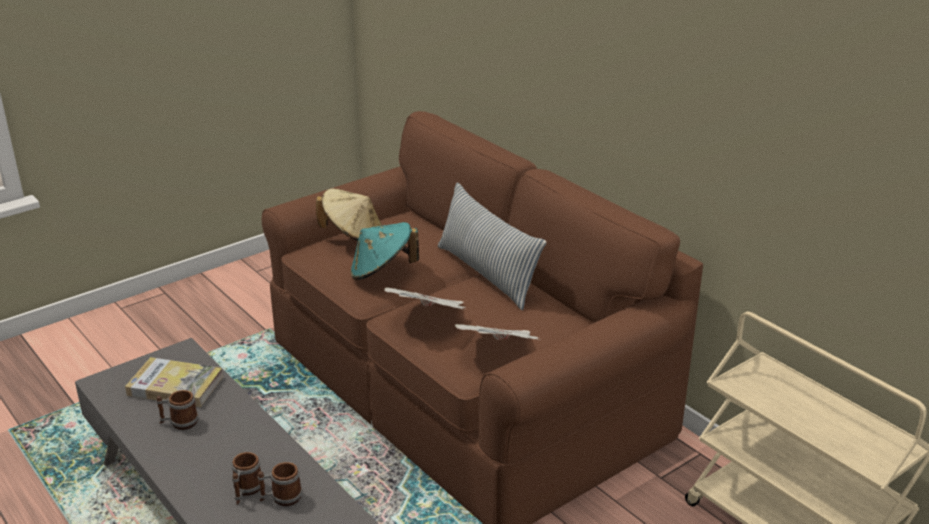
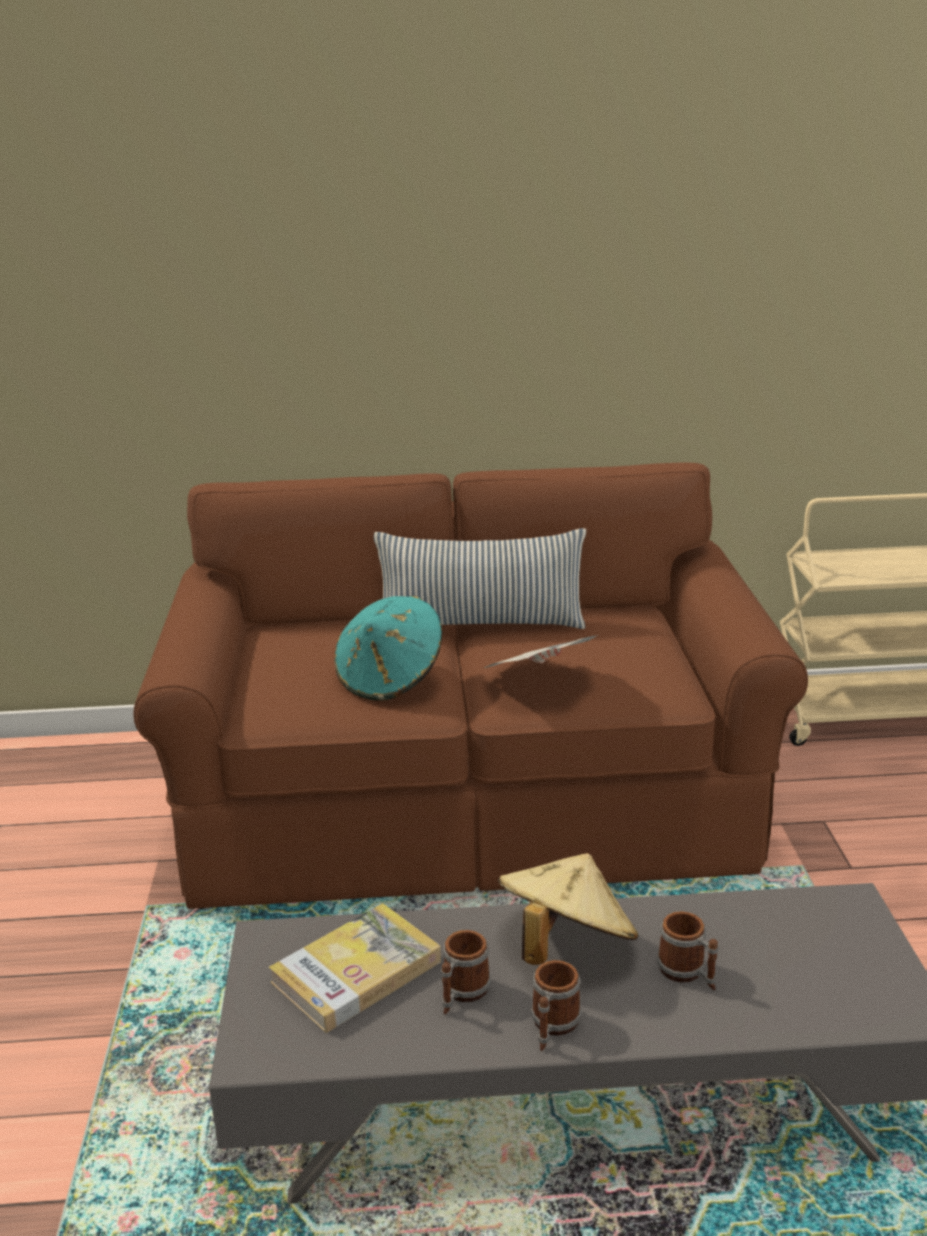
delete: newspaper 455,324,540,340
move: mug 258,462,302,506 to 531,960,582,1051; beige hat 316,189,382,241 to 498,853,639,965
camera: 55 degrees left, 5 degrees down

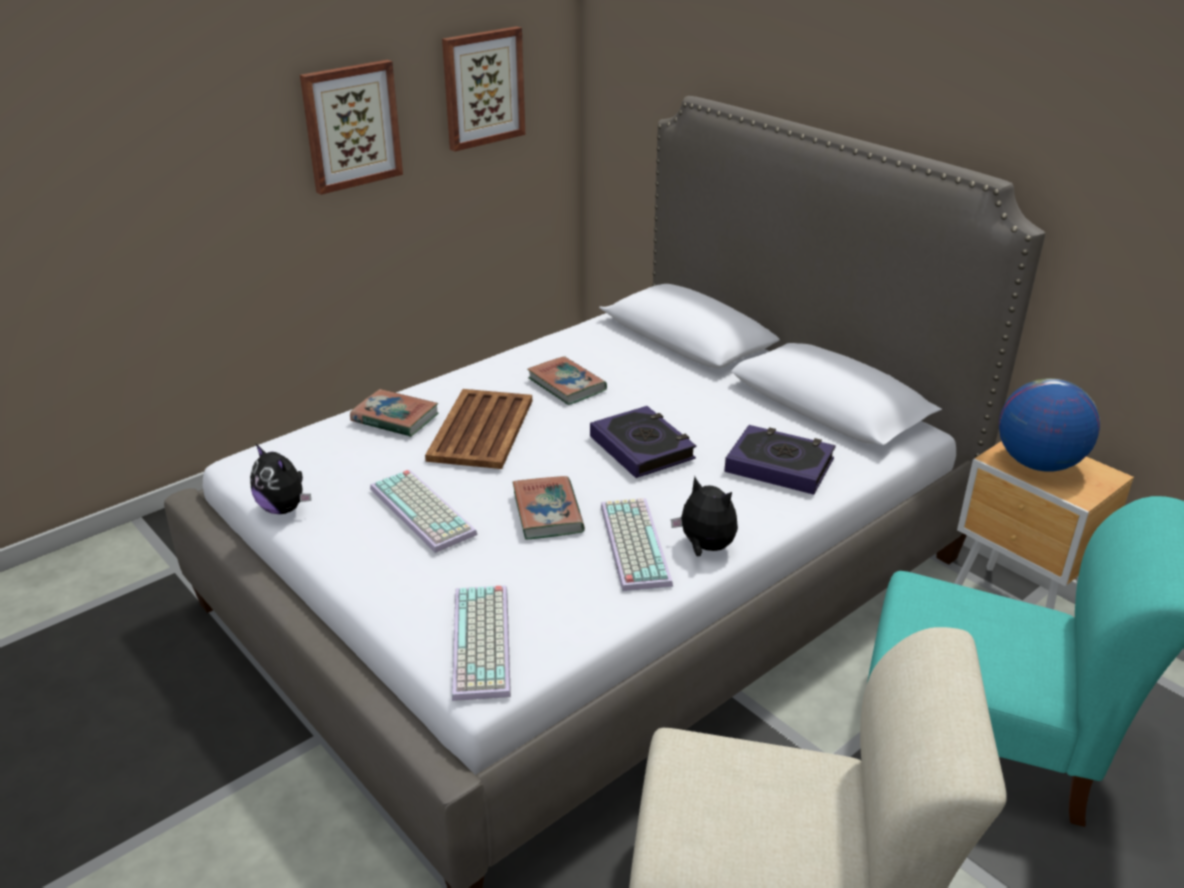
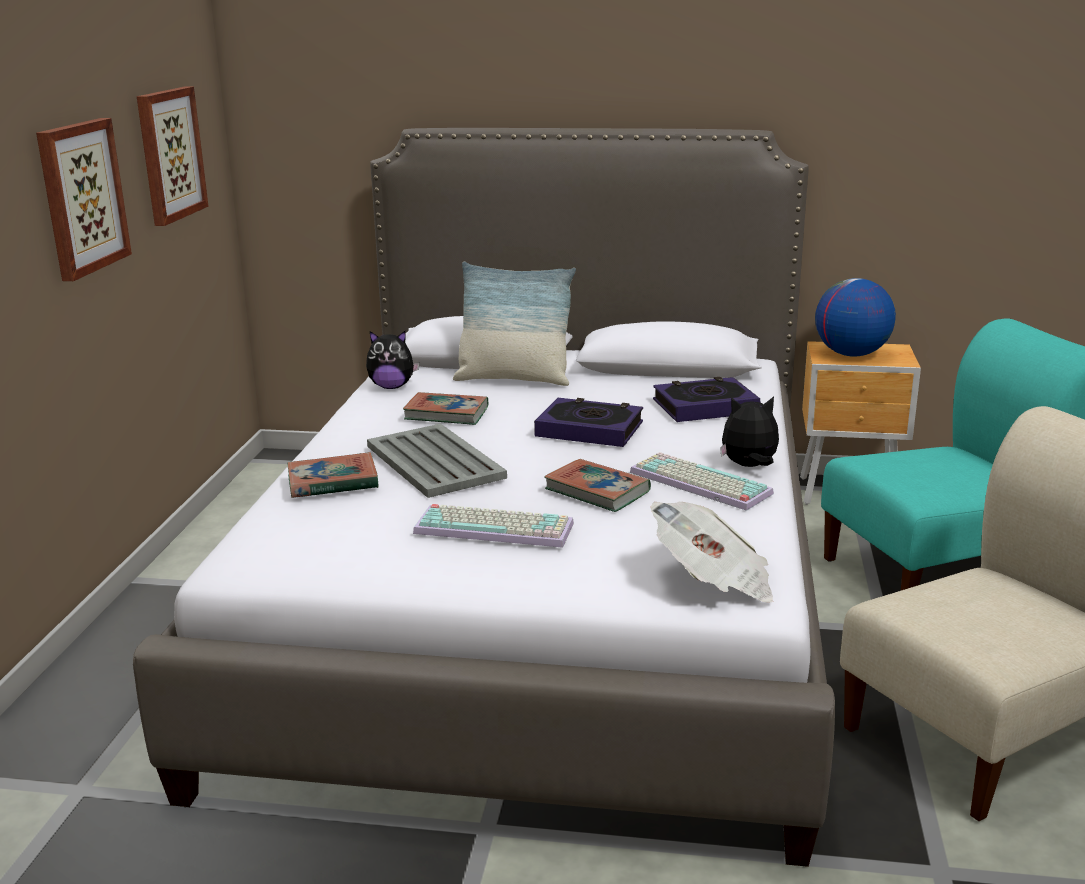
insert: pillow 453,262,576,386
move: plush toy 250,444,311,514 to 366,331,419,389
replace: keyboard 452,585,511,701 to newspaper 650,502,773,603
recolor: brown tray 425,389,532,469 to grey tray 367,424,507,498
camera: 40 degrees left, 10 degrees down

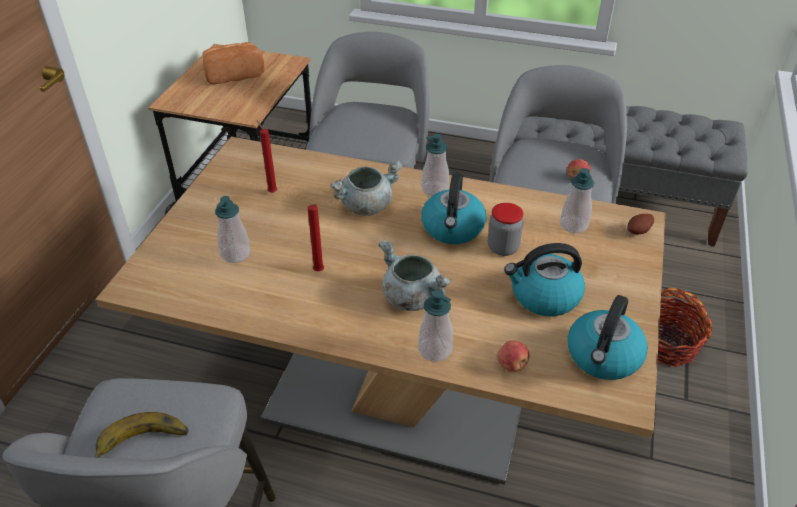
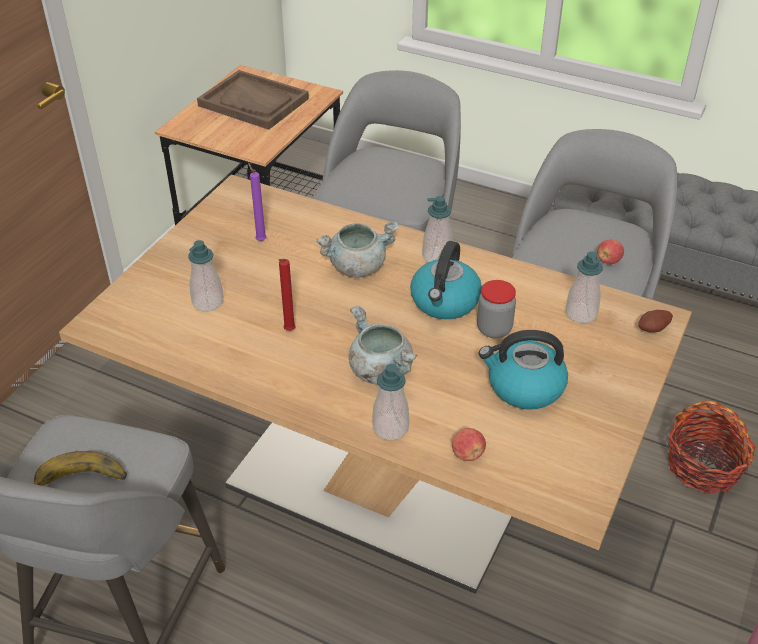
delete: kettle 567,295,648,380
replace: bread 202,42,264,84 to brown tray 197,70,309,130
recolor: red candle 257,120,277,193 to purple candle 248,163,266,241
camera: 10 degrees right, 0 degrees up

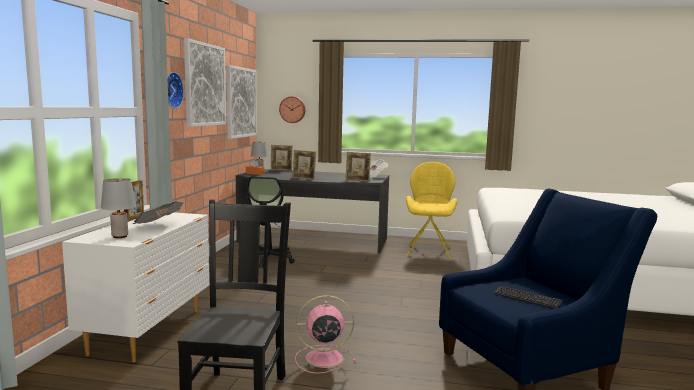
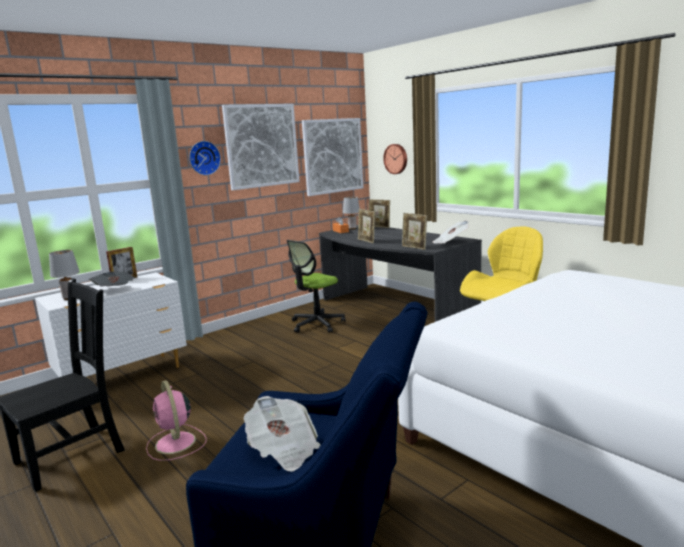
replace: keyboard 493,286,562,309 to newspaper 244,396,321,471
rotate: pink fan 295,295,356,374 = 146,380,207,461 150 degrees counterclockwise
camera: 40 degrees right, 5 degrees up

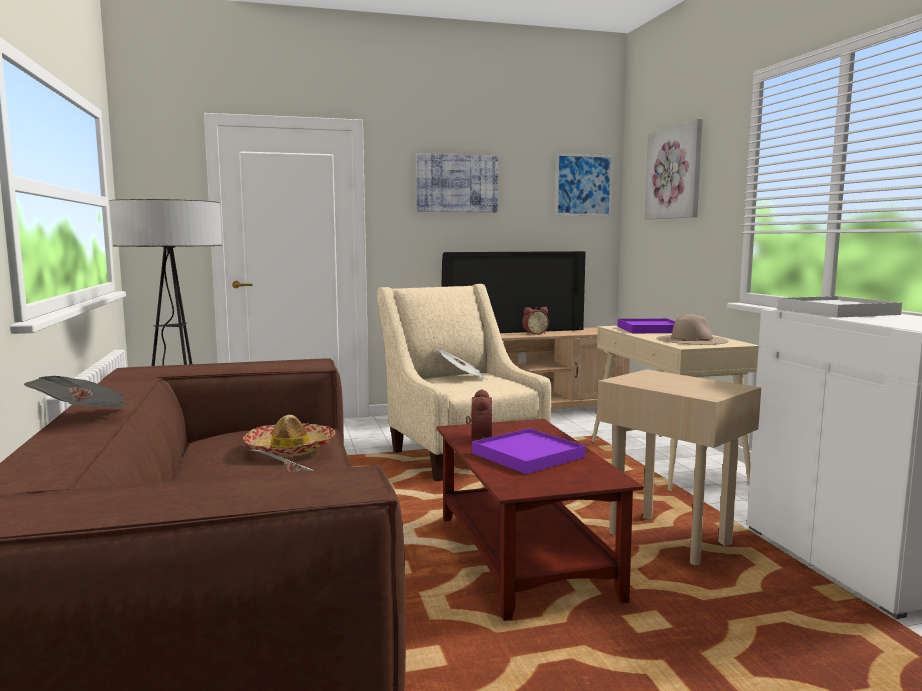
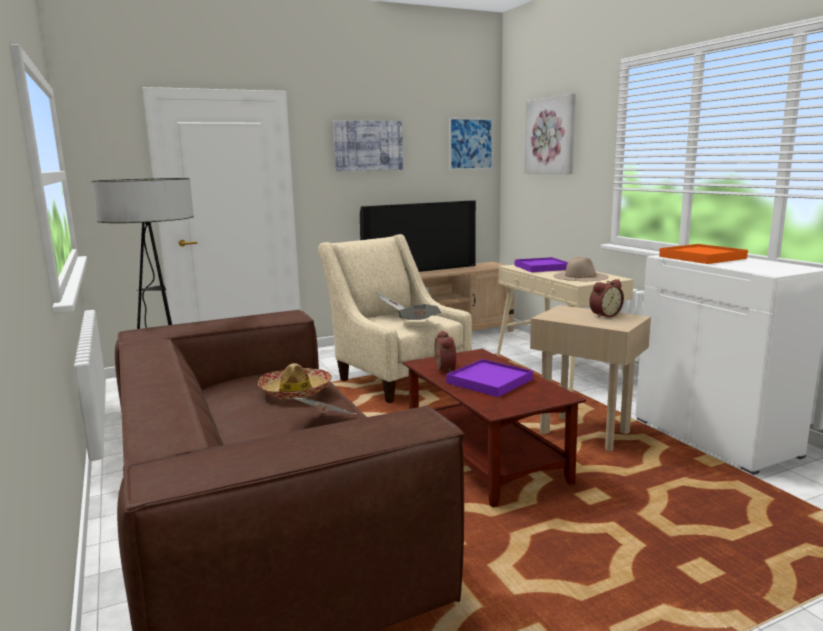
move: newspaper 24,376,127,408 to 397,304,441,320; alarm clock 522,307,549,335 to 589,279,624,318
recolor: white tray 778,296,902,318 to orange tray 659,244,748,264
camera: 10 degrees left, 5 degrees up

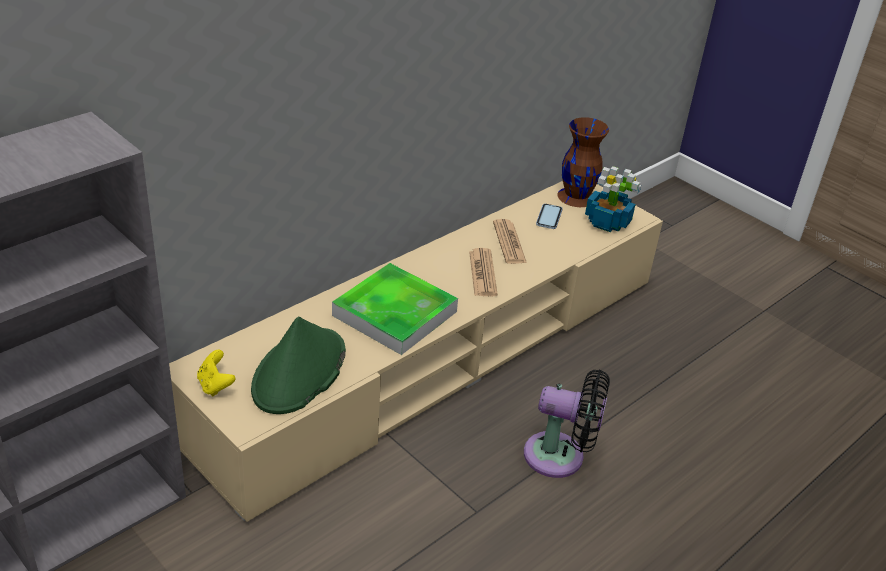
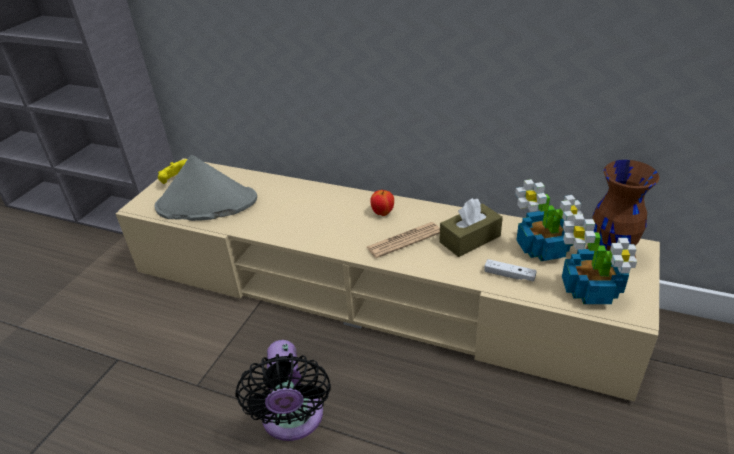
delete: tray 332,263,458,355
insert: apple 370,190,394,216; white game controller 485,259,537,281
replace: newspaper 493,219,527,264 to brown tissue box 440,198,503,257; phone 536,204,563,229 to potted plant 515,179,584,261
recolor: green hat 251,316,346,414 to grey hat 154,155,257,221
camera: 70 degrees right, 0 degrees up

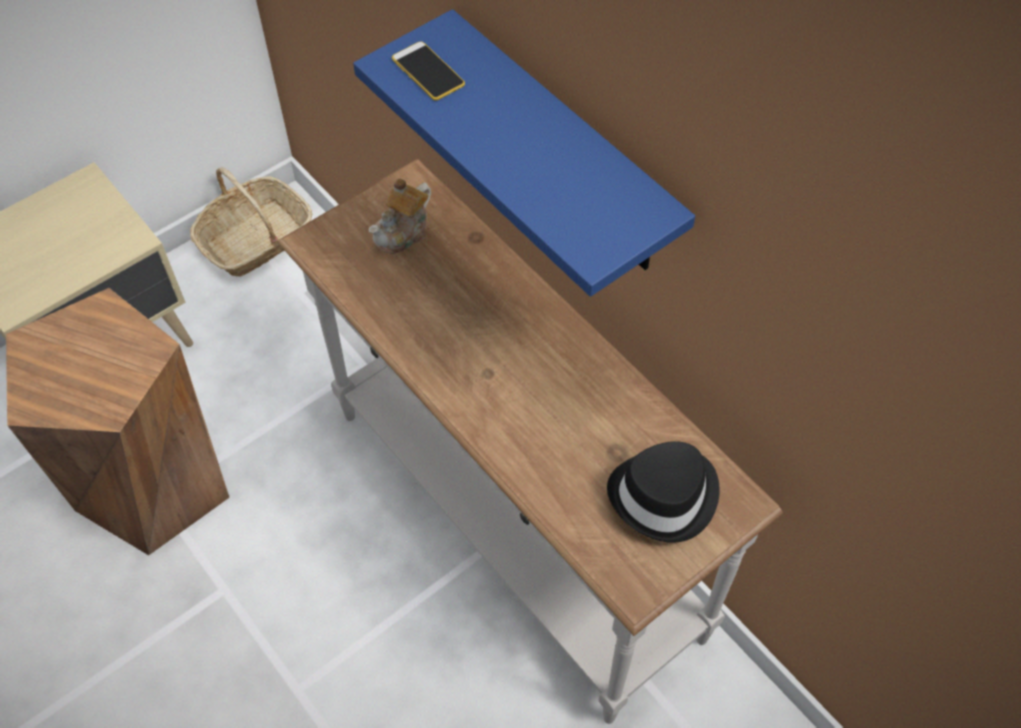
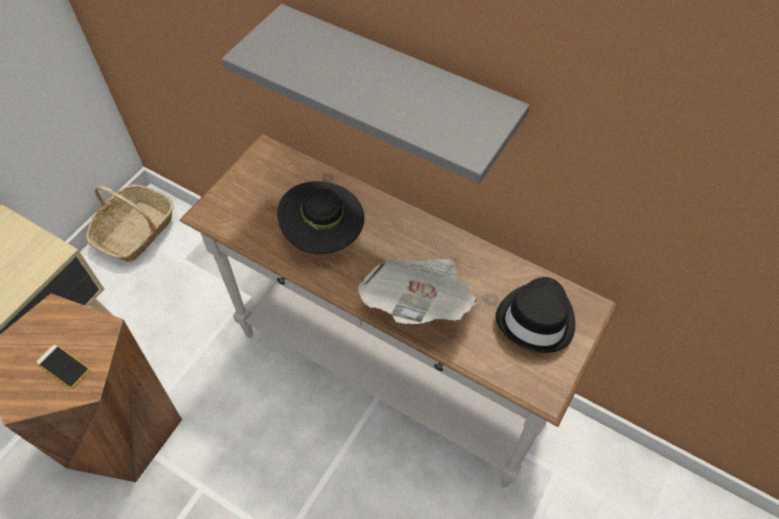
delete: teapot 369,178,431,254
insert: black hat 277,181,364,254; newspaper 358,259,477,324
move: phone 392,41,465,101 to 36,344,90,388
recolor: blue shelf 353,9,695,297 to grey shelf 222,4,530,184
camera: 20 degrees left, 0 degrees up

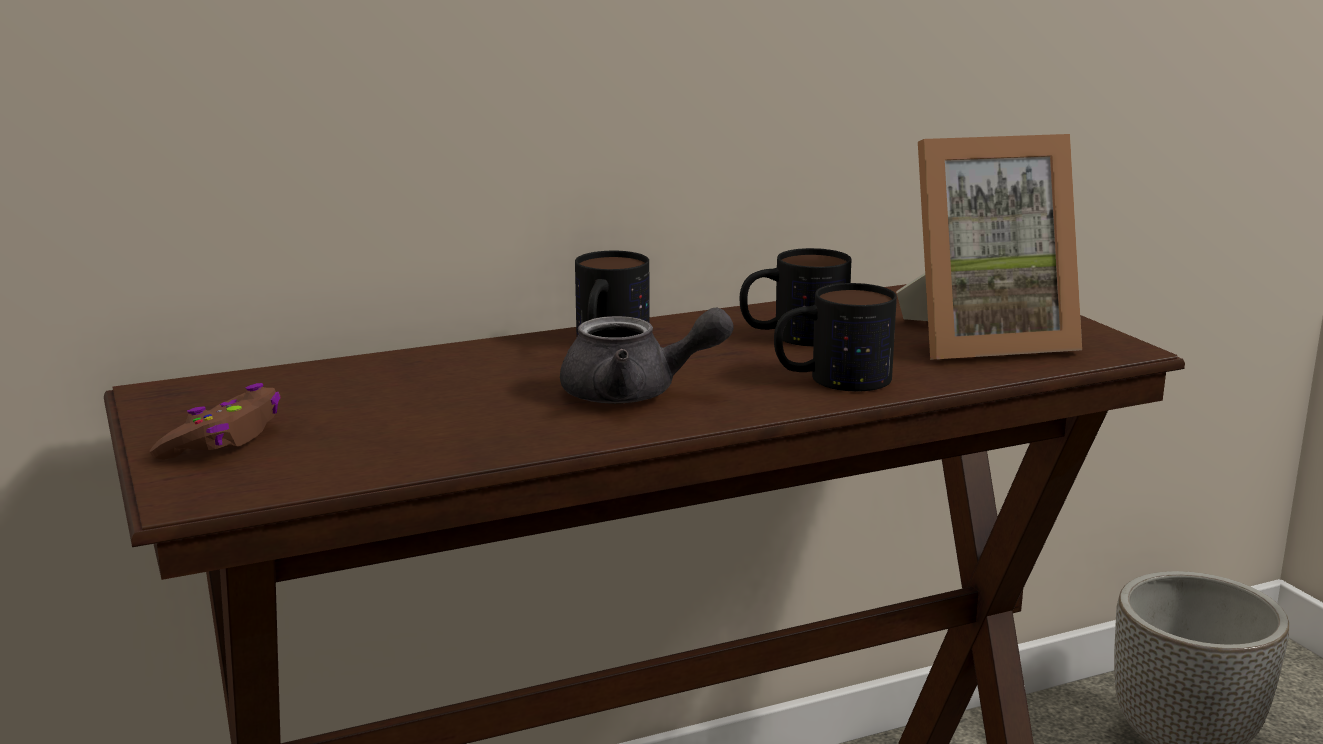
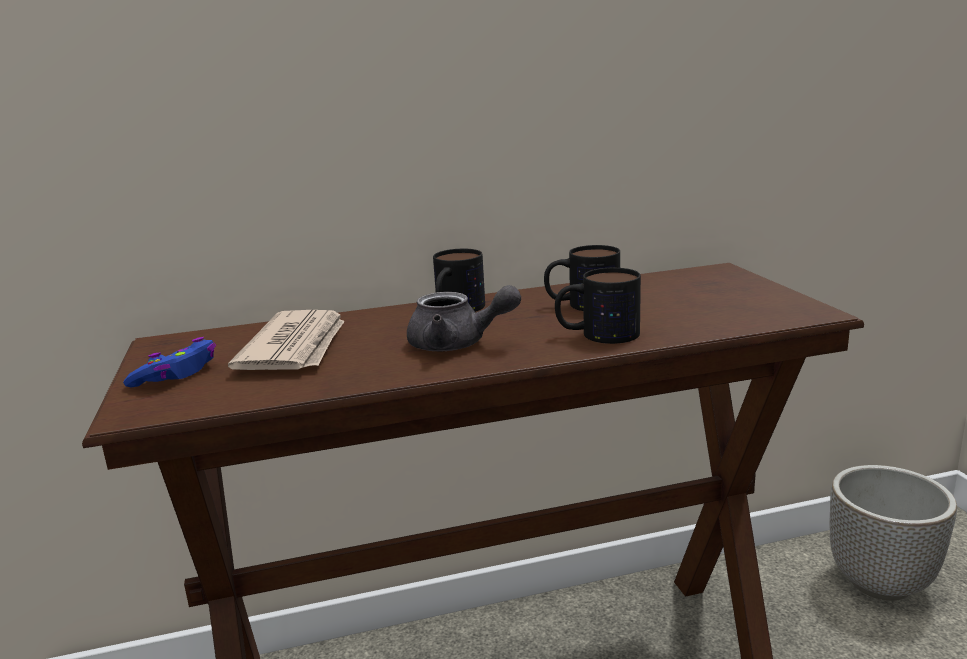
delete: picture frame 896,134,1082,359
insert: newspaper 228,310,345,370
recolor: brown game controller 150,383,281,460 to blue game controller 123,337,216,388
camera: 10 degrees right, 0 degrees up

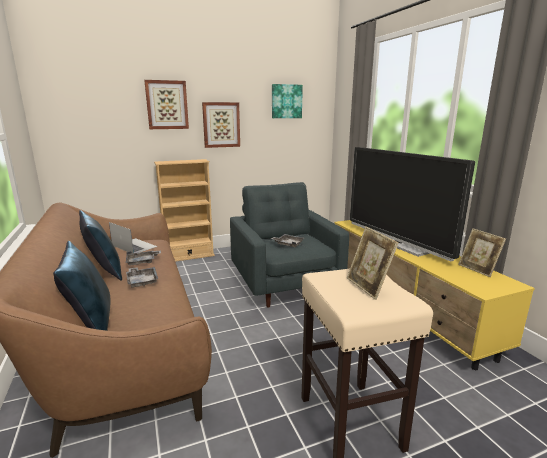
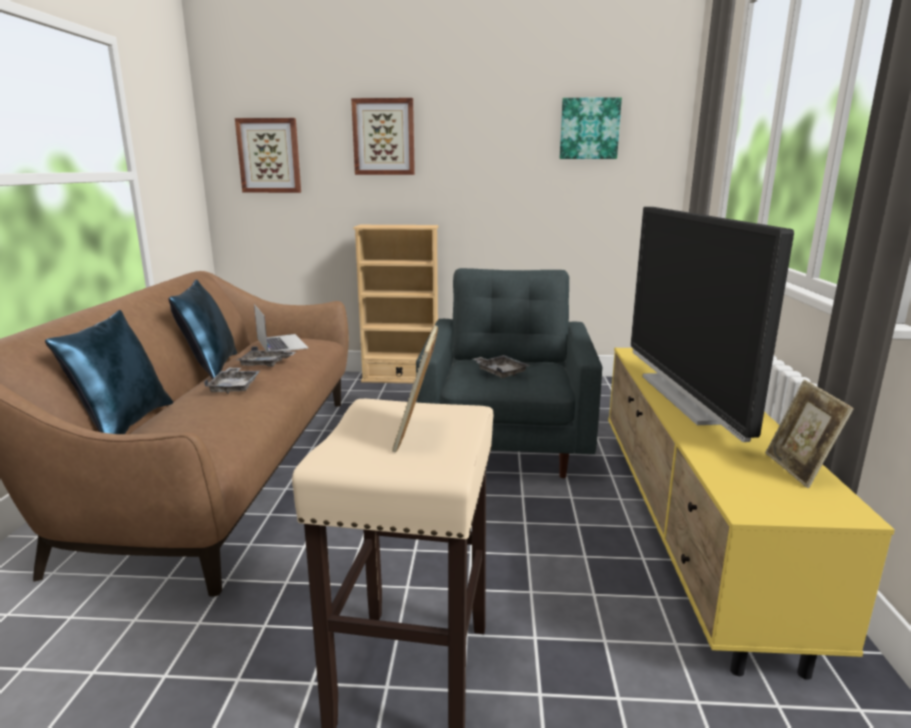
move: picture 202,102,240,148 to 235,118,301,193
camera: 25 degrees right, 0 degrees up

